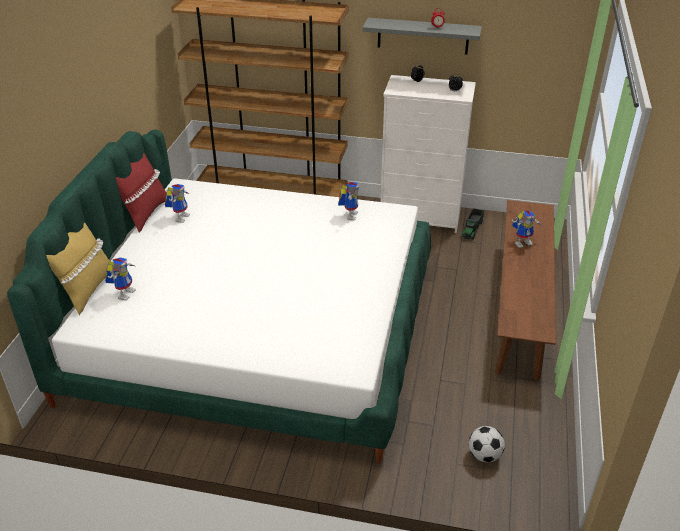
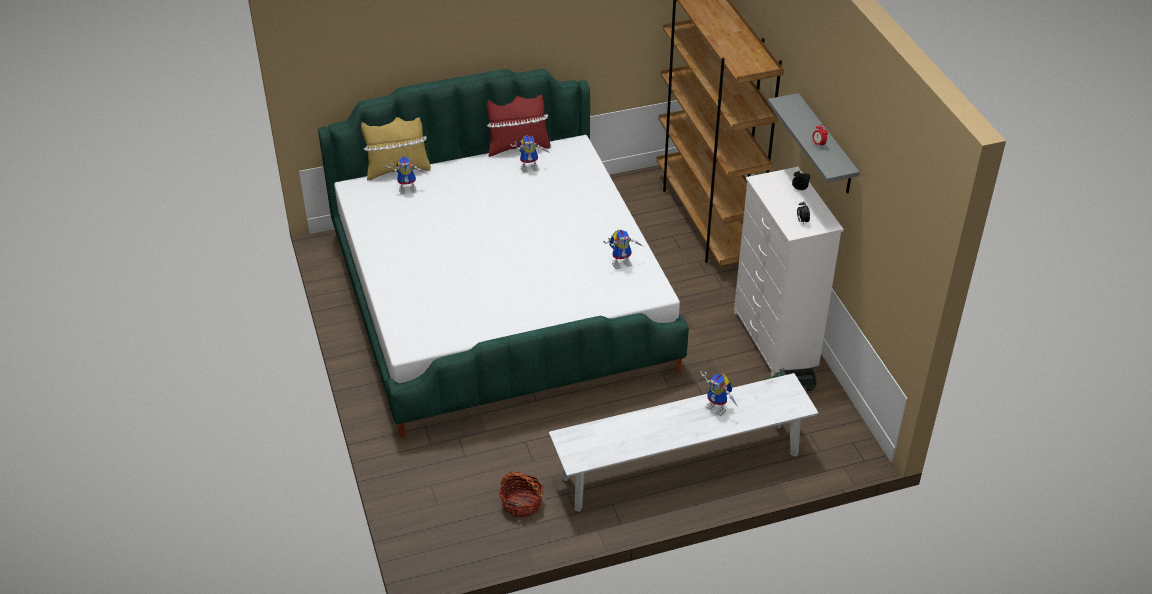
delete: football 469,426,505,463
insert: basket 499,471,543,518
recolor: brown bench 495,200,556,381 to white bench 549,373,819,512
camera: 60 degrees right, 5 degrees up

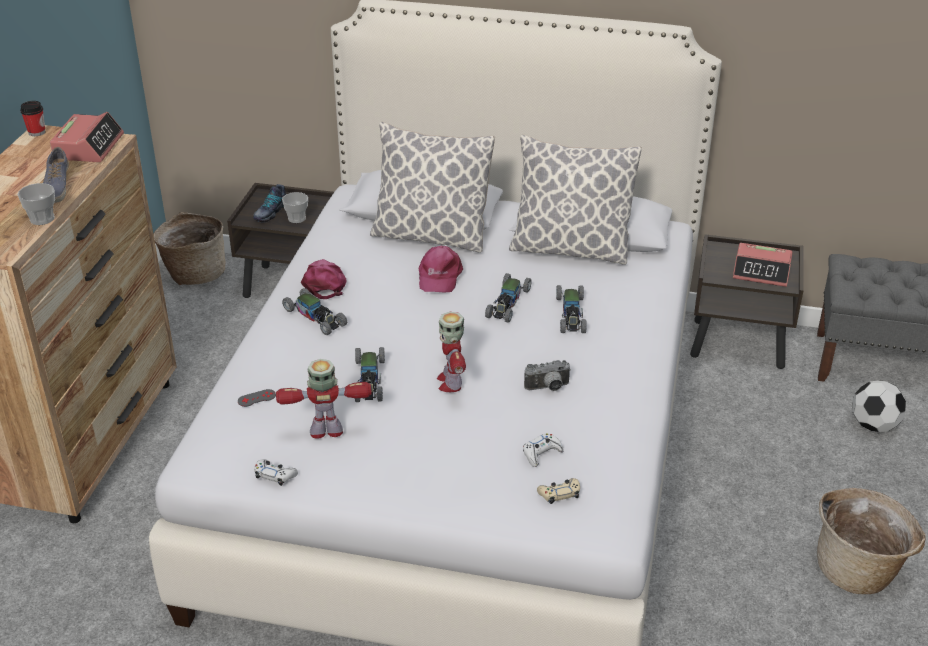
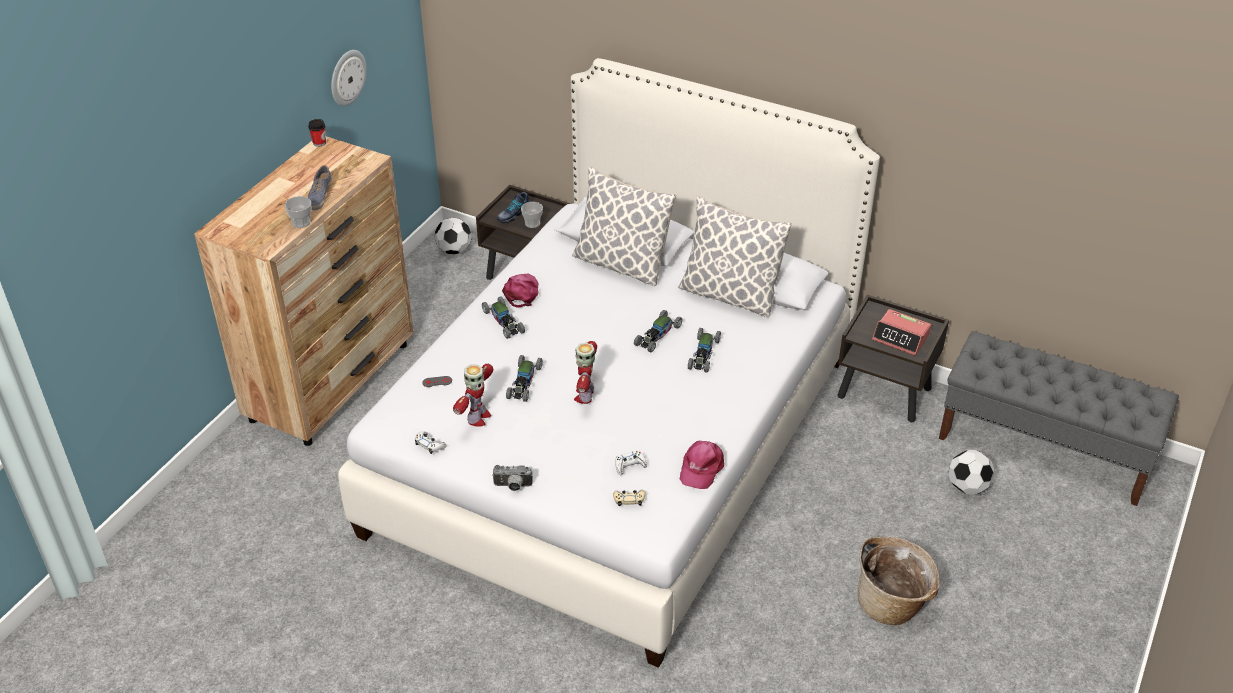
delete: alarm clock 50,112,124,162
insert: wall clock 331,50,367,106
move: pink cap 419,246,463,292 to 680,441,724,489; photo camera 524,360,571,391 to 492,465,533,491
replace: basket 154,212,225,285 to football 434,218,472,255
rotate: toy robot 276,359,372,439 = 453,364,493,427 105 degrees clockwise
camera: 15 degrees right, 5 degrees up

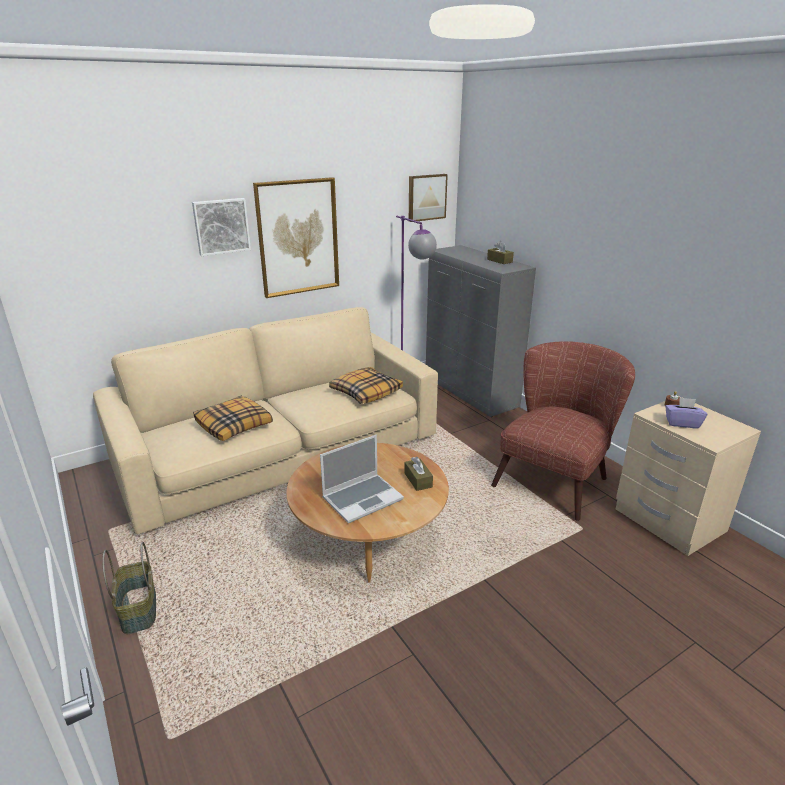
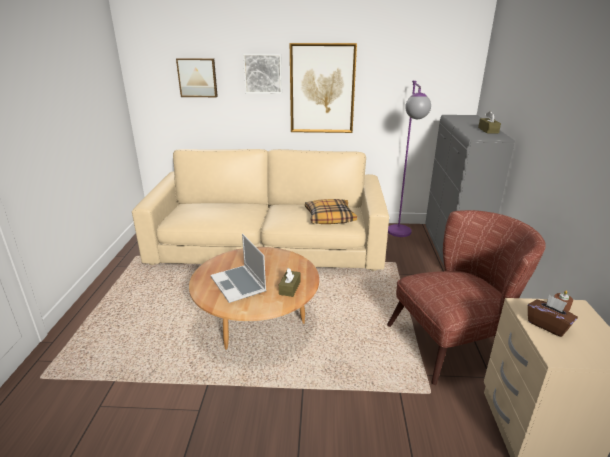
delete: basket 102,542,156,634; pillow 193,396,273,441
move: picture 409,174,448,222 to 176,58,218,97
recolor: purple tissue box 665,397,707,428 to brown tissue box 528,295,578,337
rotate: laptop 320,435,404,523 = 210,233,266,303 60 degrees clockwise
camera: 35 degrees right, 0 degrees up

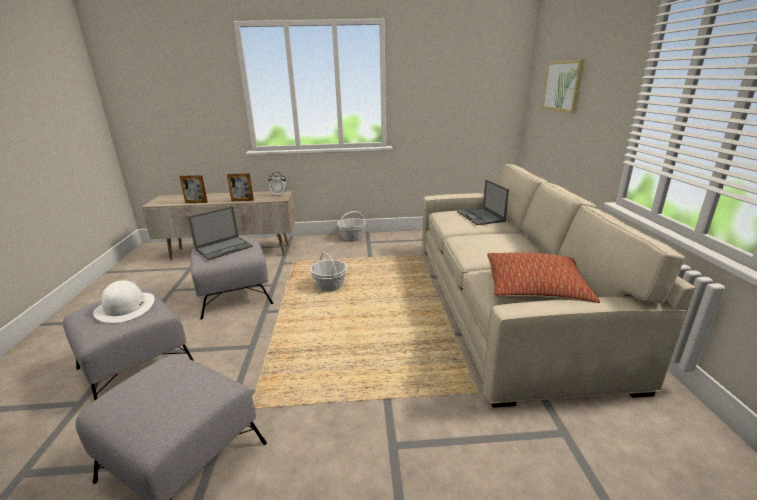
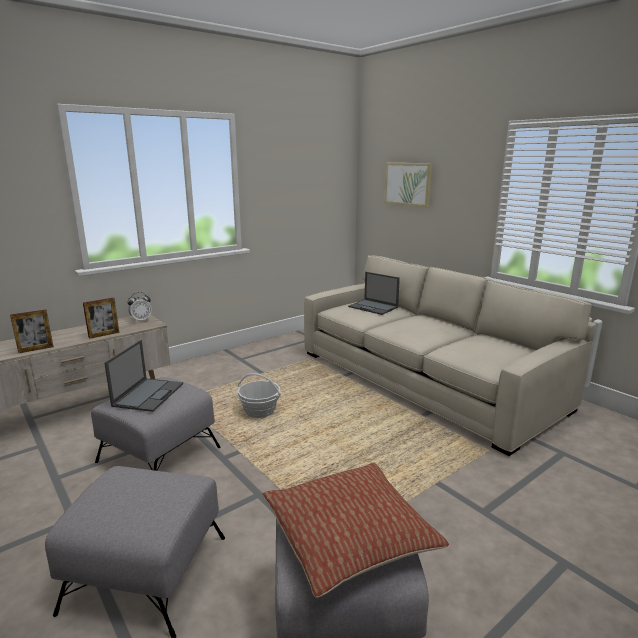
delete: white hat 93,280,154,323; basket 337,211,366,241
move: pillow 487,252,600,303 to 263,463,449,598
camera: 35 degrees left, 5 degrees down

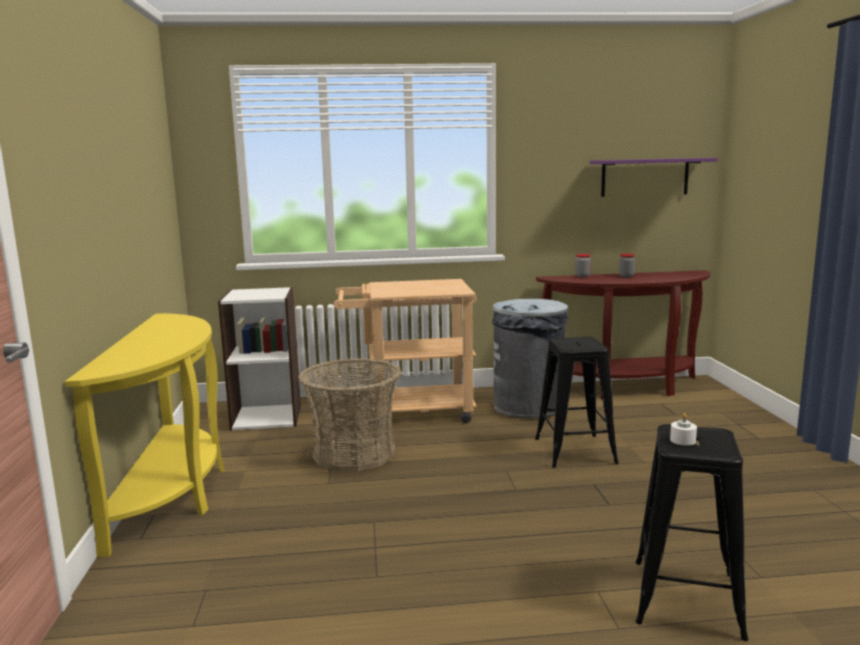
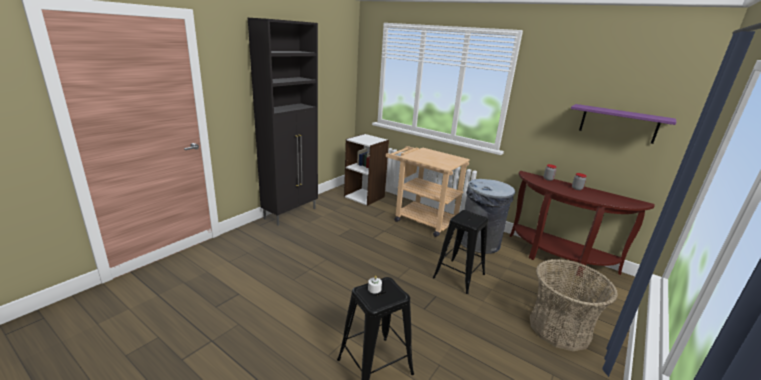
move: basket 298,358,401,471 to 530,259,618,351
replace: yellow console table 65,313,225,558 to black cabinet 248,18,318,226
camera: 40 degrees right, 10 degrees up

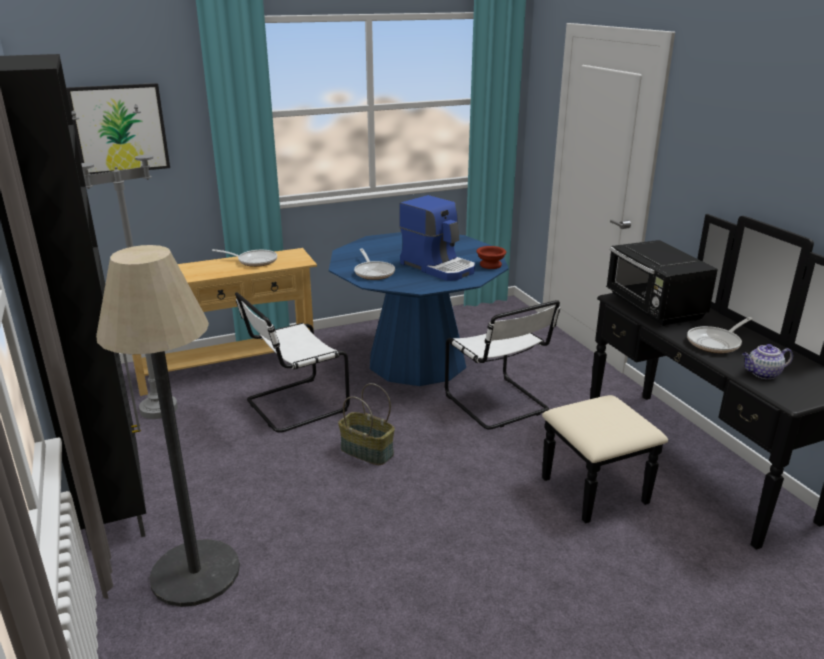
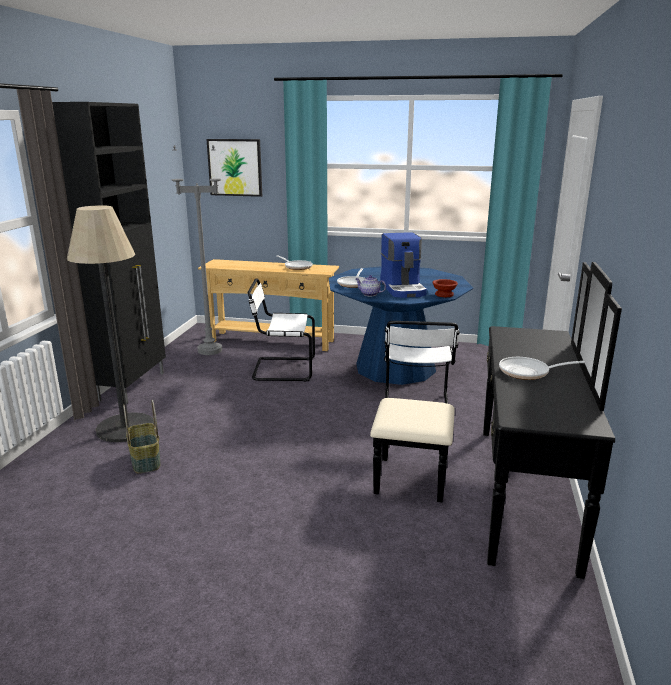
delete: black microwave 606,240,718,326
move: basket 338,383,395,465 to 123,400,160,474; teapot 742,344,793,379 to 356,275,386,296
camera: 35 degrees right, 5 degrees down

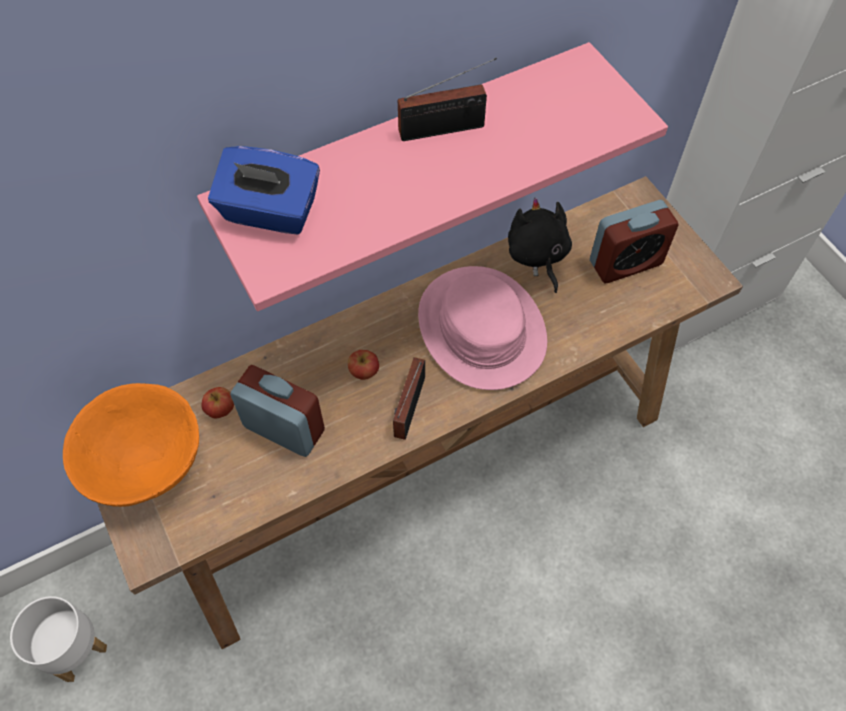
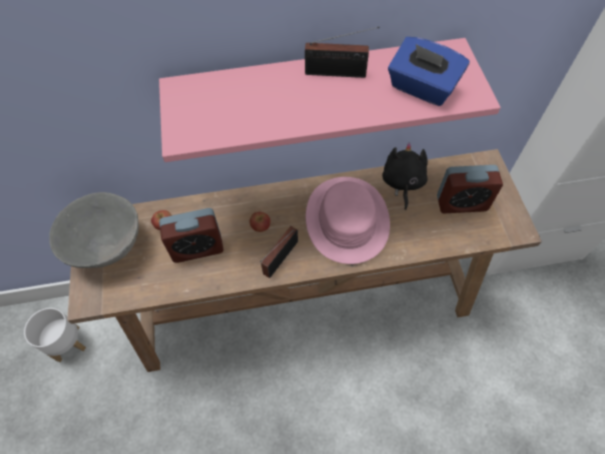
move: blue tissue box 208,146,320,235 to 388,37,470,106
recolor: orange bowl 63,383,199,507 to grey bowl 49,192,139,268
rotate: alarm clock 230,365,325,457 = 159,208,224,263 120 degrees clockwise
camera: 20 degrees right, 0 degrees up

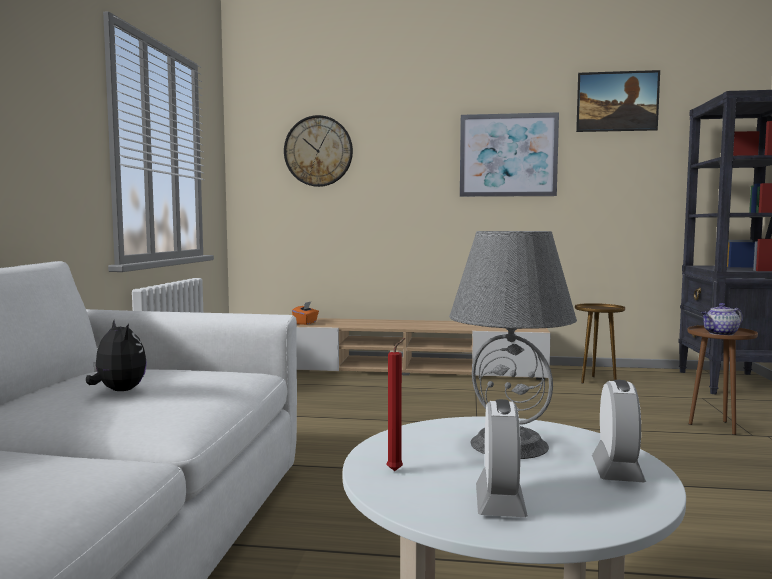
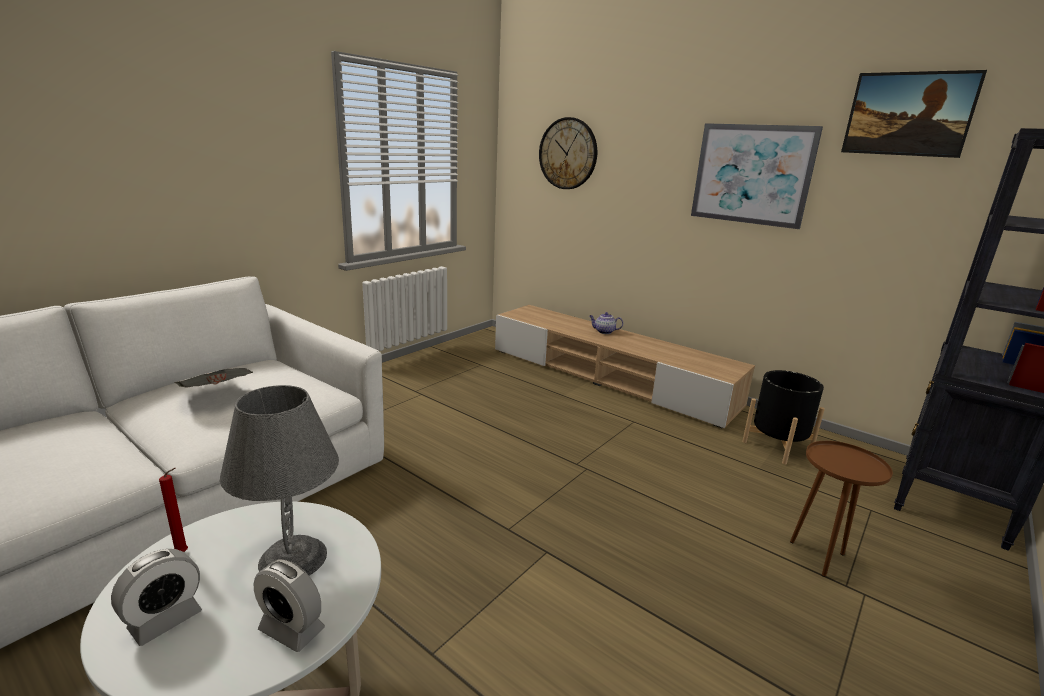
delete: orange tissue box 292,302,319,325
move: teapot 701,303,743,336 to 589,312,623,334
replace: plush toy 86,320,147,391 to newspaper 174,368,253,388; brown side table 575,303,625,383 to black planter 742,370,825,464
rotate: alarm clock 592,380,646,482 = 254,559,325,652 75 degrees clockwise
camera: 30 degrees right, 15 degrees up

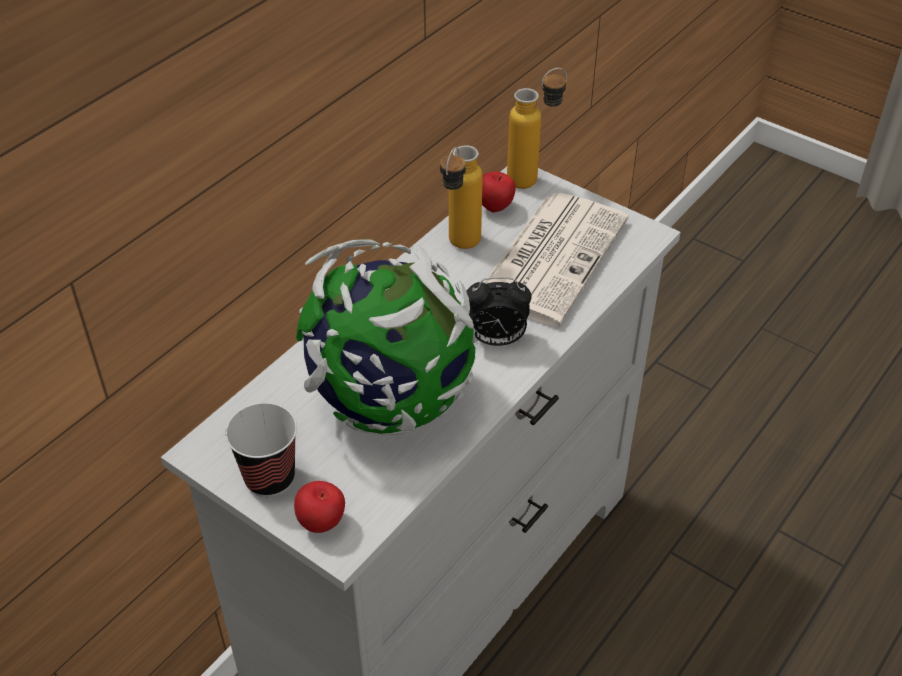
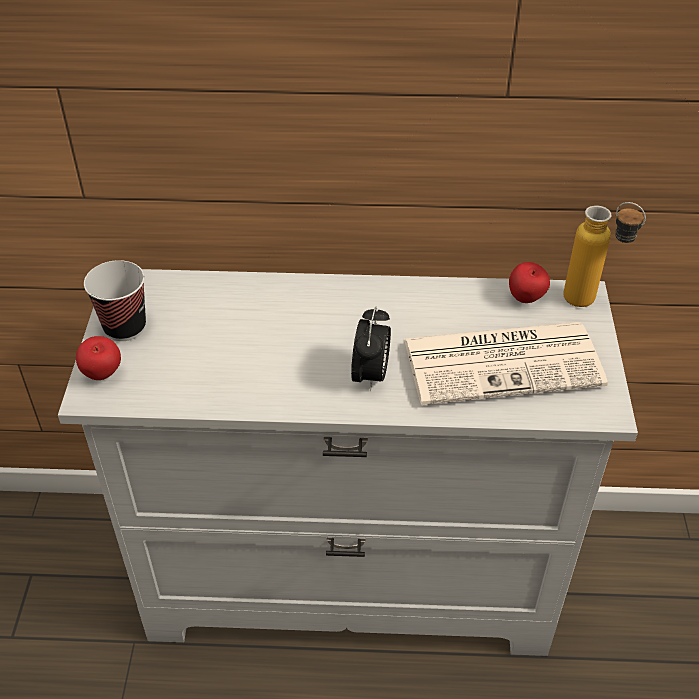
delete: globe 296,239,476,435; bottle 440,145,483,249
rotate: alarm clock 466,277,532,346 = 351,306,391,392 135 degrees counterclockwise
camera: 55 degrees right, 0 degrees up

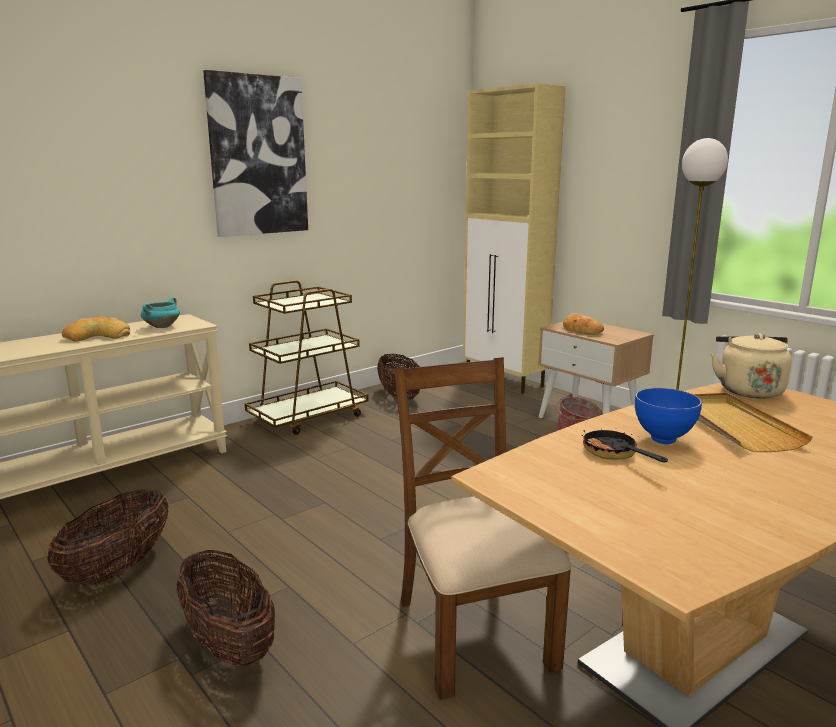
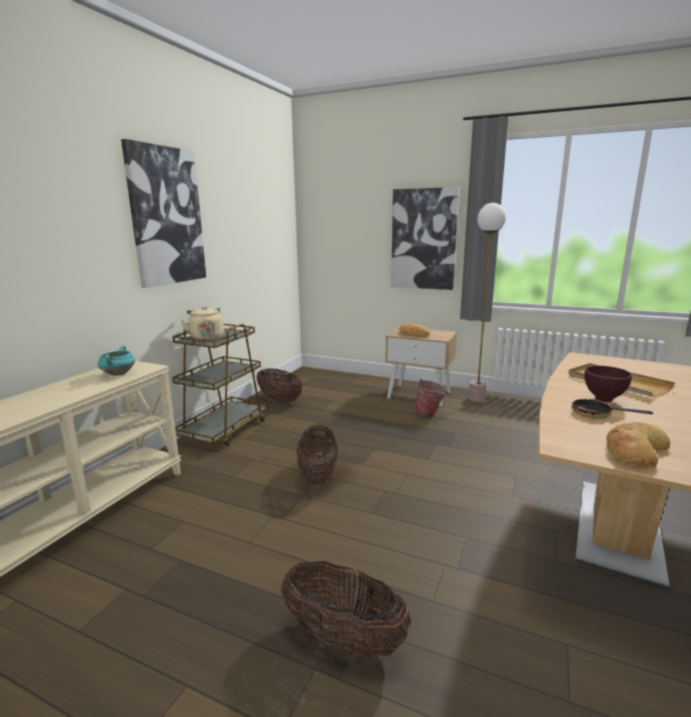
delete: brown chair 394,357,572,700; beige cabinet 463,83,566,394
insert: picture 391,187,459,290
move: basket 47,489,169,586 to 297,425,338,485; bread 62,316,130,341 to 606,422,670,467; beige kettle 711,333,792,399 to 180,307,224,340
recolor: blue bowl 635,388,702,444 to brown bowl 584,365,632,402
camera: 25 degrees left, 0 degrees up

